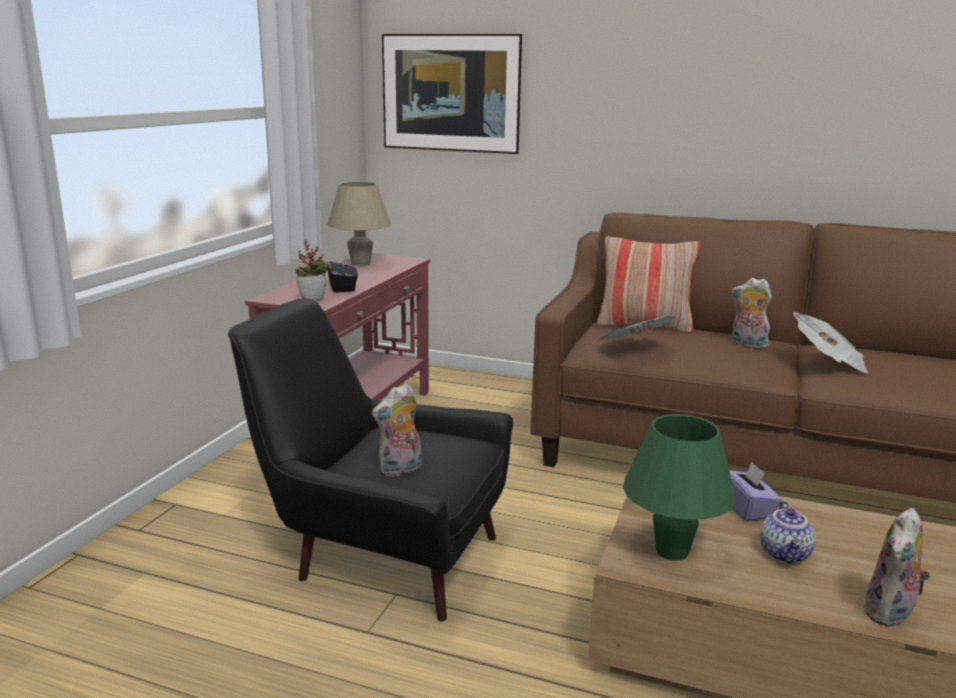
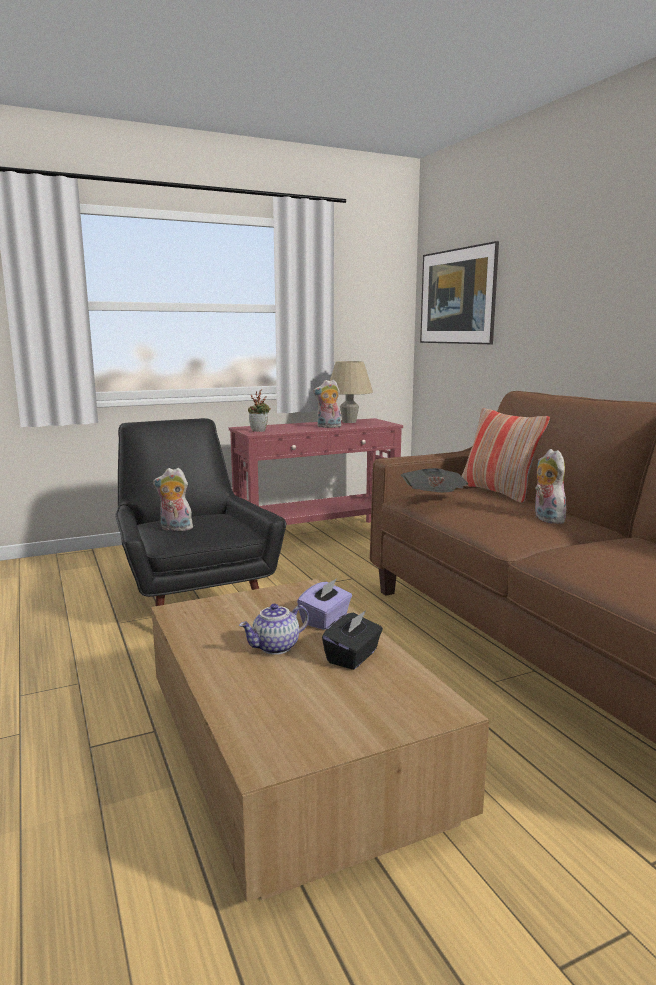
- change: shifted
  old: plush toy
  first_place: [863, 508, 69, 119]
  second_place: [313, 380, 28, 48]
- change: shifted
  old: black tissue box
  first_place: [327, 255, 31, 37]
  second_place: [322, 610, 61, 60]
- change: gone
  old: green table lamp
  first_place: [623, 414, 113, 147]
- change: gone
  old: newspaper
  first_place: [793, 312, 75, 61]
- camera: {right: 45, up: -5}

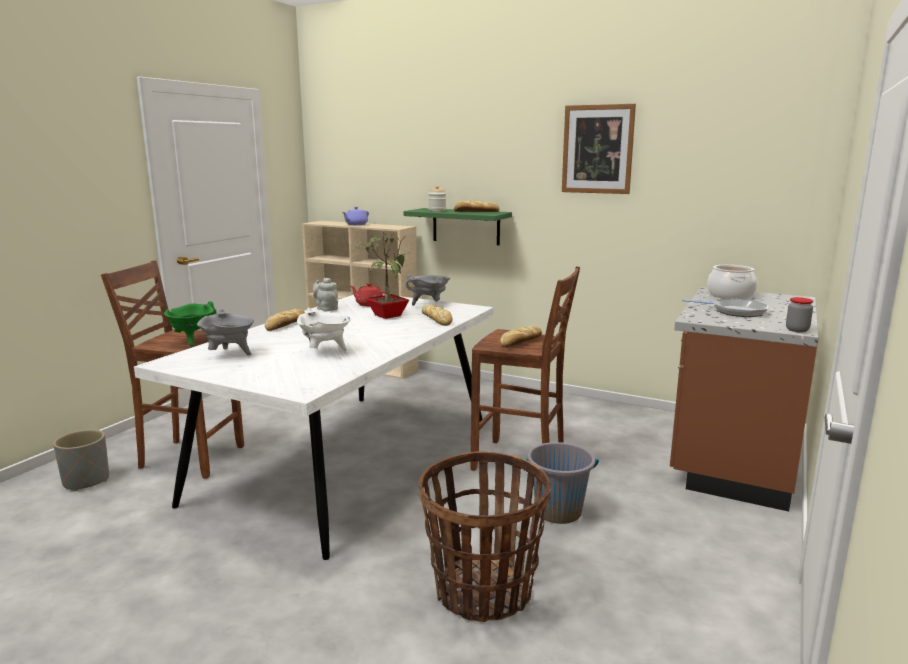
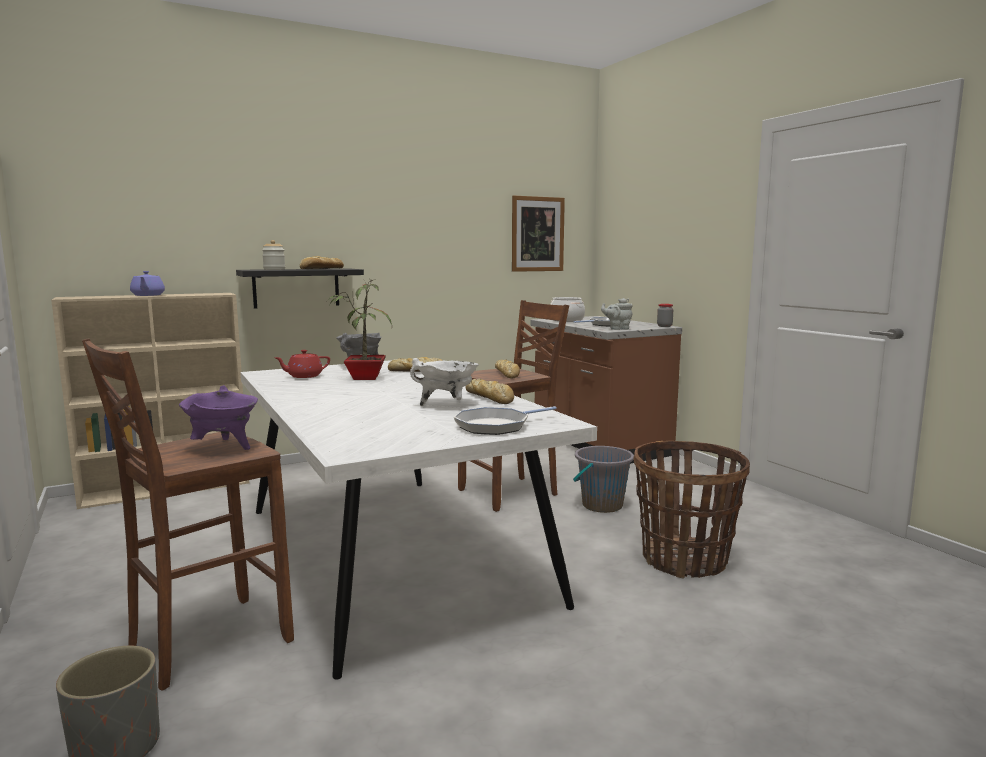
- change: repainted
  old: green cooking pot
  new: purple cooking pot
  first_place: [164, 301, 53, 45]
  second_place: [179, 385, 79, 65]
- change: repainted
  old: green shelf
  new: black shelf
  first_place: [404, 208, 108, 37]
  second_place: [236, 269, 128, 39]
- change: new
  new: frying pan
  second_place: [454, 406, 103, 29]
- change: shifted
  old: bread
  first_place: [265, 309, 40, 22]
  second_place: [466, 378, 48, 26]
- change: shifted
  old: picture
  first_place: [562, 104, 74, 90]
  second_place: [512, 195, 53, 77]
- change: shifted
  old: grey teapot
  first_place: [313, 278, 25, 33]
  second_place: [601, 298, 32, 32]
- change: gone
  old: grey cooking pot
  first_place: [197, 309, 57, 46]
- camera: {right: -55, up: -5}

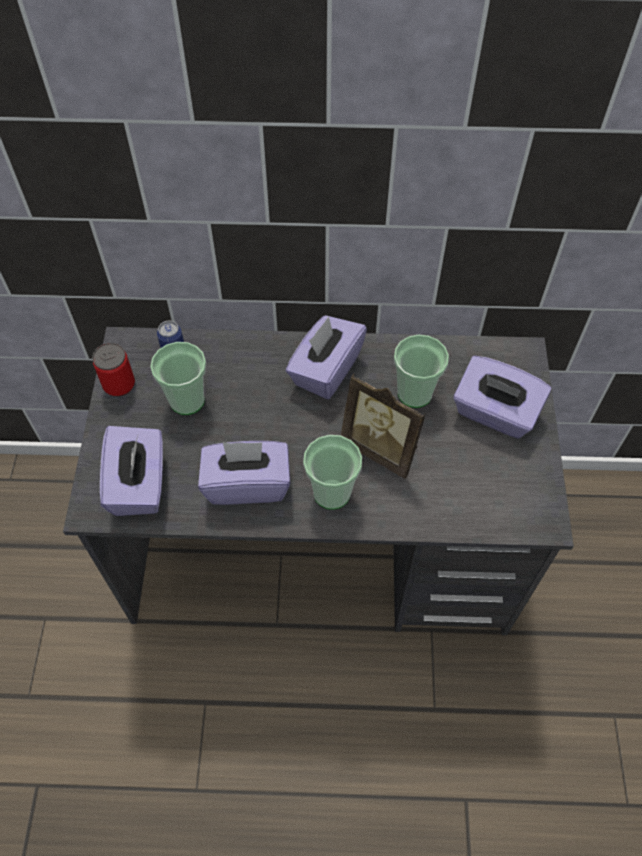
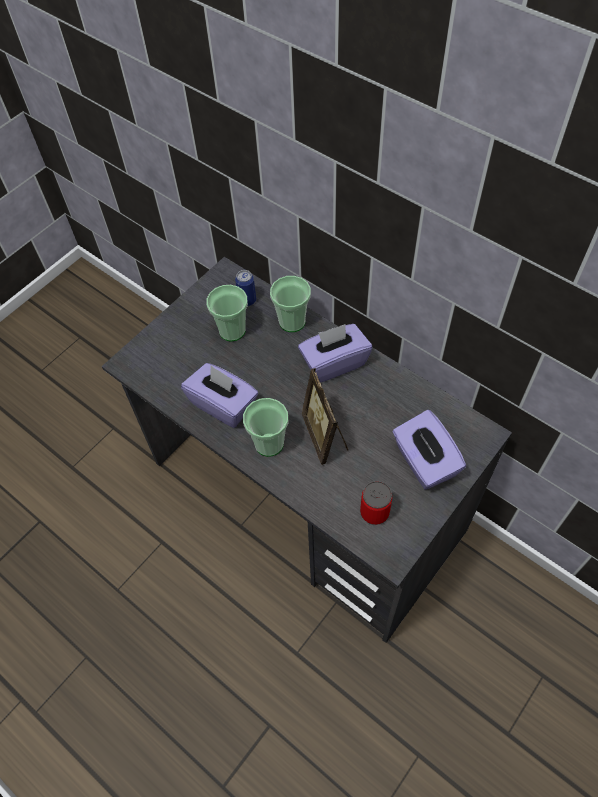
- change: shifted
  old: cup
  first_place: [394, 334, 55, 74]
  second_place: [270, 276, 41, 56]
- change: shifted
  old: can
  first_place: [92, 343, 43, 54]
  second_place: [360, 481, 32, 44]
- change: gone
  old: purple tissue box
  first_place: [100, 426, 63, 90]
- camera: {right: 40, up: 0}

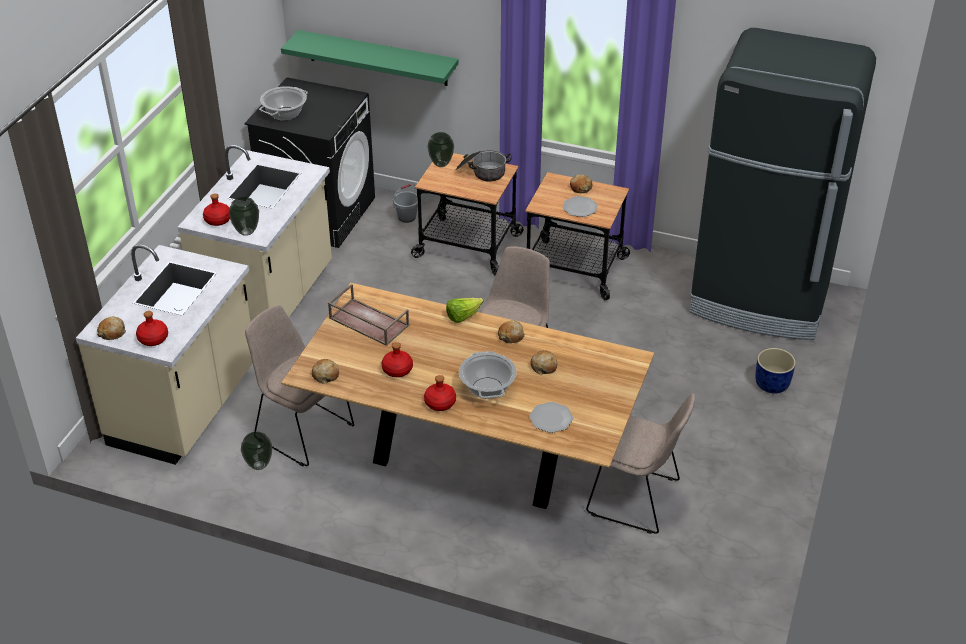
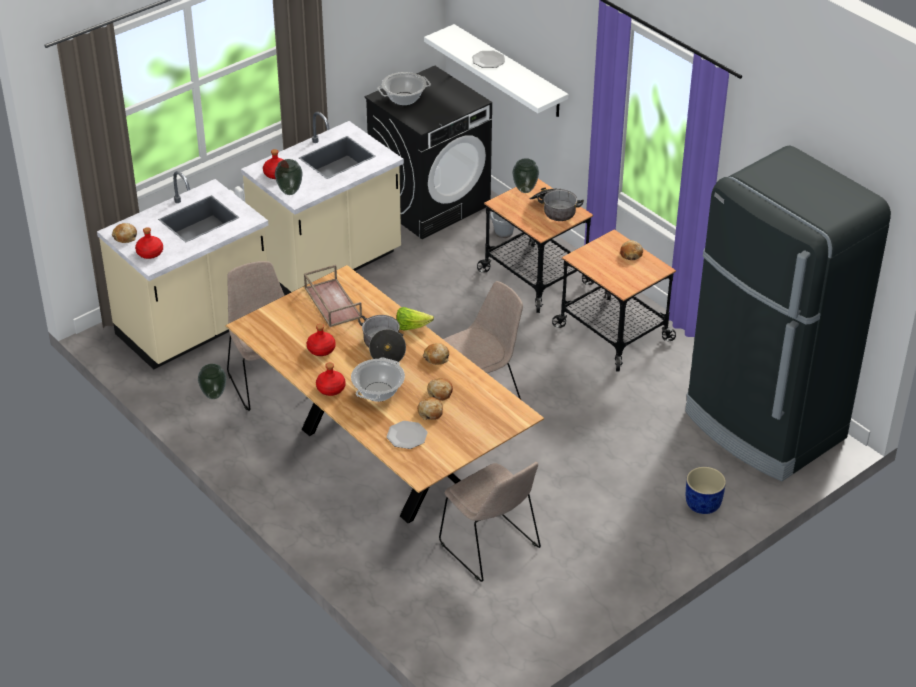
- change: new
  new: cooking pot
  second_place: [358, 315, 48, 47]
- change: shifted
  old: bread
  first_place: [312, 359, 27, 25]
  second_place: [417, 397, 26, 23]
- change: repainted
  old: green shelf
  new: white shelf
  first_place: [281, 30, 178, 56]
  second_place: [424, 24, 144, 93]
- change: shifted
  old: plate
  first_place: [563, 196, 35, 21]
  second_place: [472, 51, 33, 17]
- camera: {right: 30, up: 0}

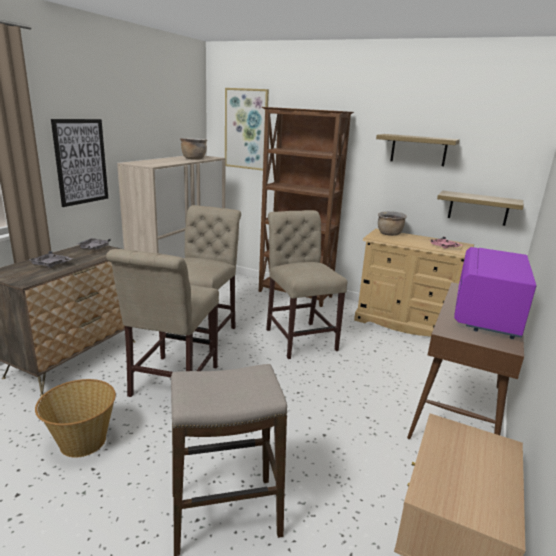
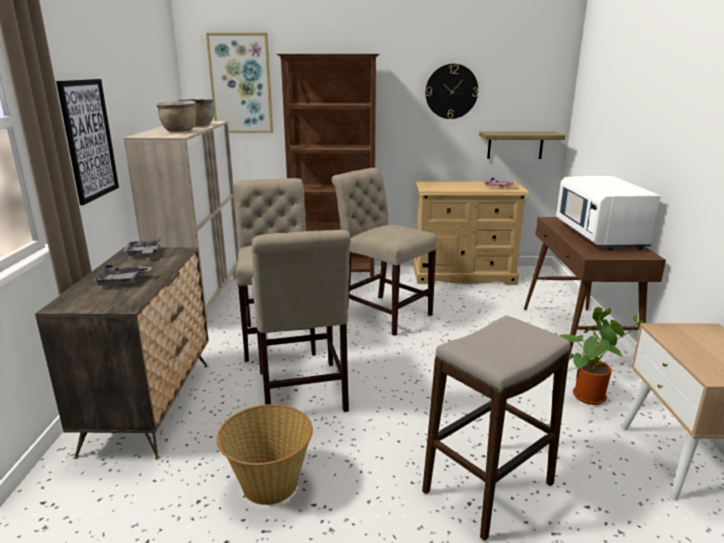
- change: shifted
  old: brown cooking pot
  first_place: [378, 211, 29, 25]
  second_place: [156, 101, 40, 31]
- change: swapped
  old: shelf
  new: wall clock
  first_place: [376, 134, 84, 32]
  second_place: [425, 64, 53, 55]
- change: repainted
  old: purple microwave
  new: white microwave
  first_place: [454, 247, 82, 92]
  second_place: [556, 176, 105, 74]
- change: new
  new: potted plant
  second_place: [559, 307, 85, 98]
- camera: {right: -25, up: 0}

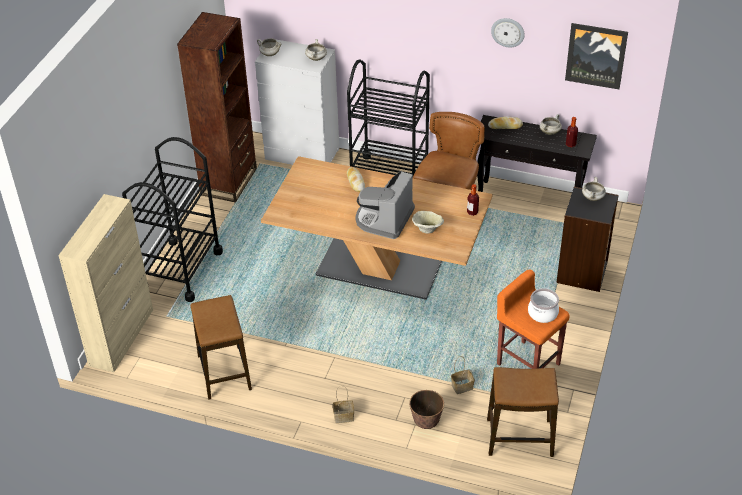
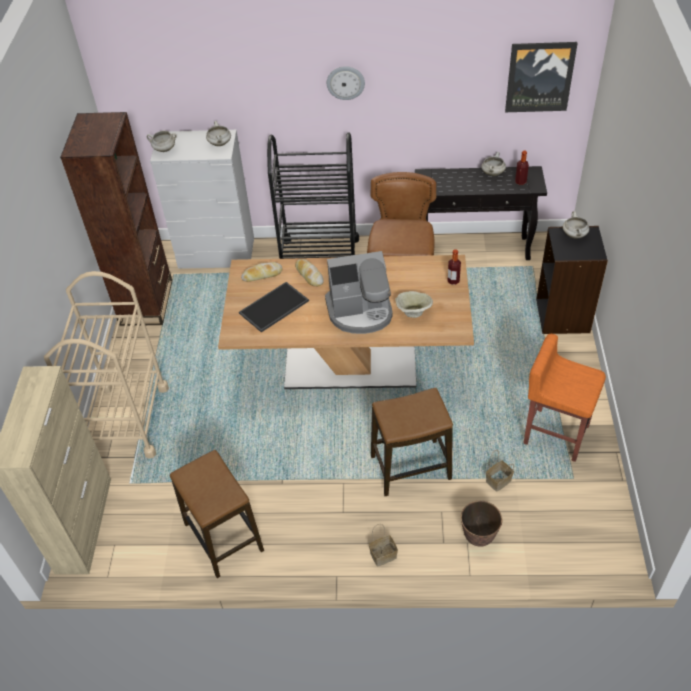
- change: repainted
  old: black cart
  new: beige cart
  first_place: [122, 137, 101, 165]
  second_place: [44, 271, 125, 188]
- change: new
  new: tray
  second_place: [239, 282, 70, 51]
- change: shifted
  old: bread
  first_place: [488, 116, 35, 13]
  second_place: [241, 262, 42, 20]
- change: rotated
  old: coffee machine
  first_place: [355, 171, 60, 68]
  second_place: [325, 251, 68, 83]
  degrees: -105
- change: shifted
  old: wall clock
  first_place: [491, 18, 34, 29]
  second_place: [327, 66, 38, 34]
- change: shifted
  old: stool
  first_place: [487, 367, 72, 90]
  second_place: [371, 388, 82, 108]
- change: gone
  old: cooking pot
  first_place: [528, 288, 31, 35]
- camera: {right: -15, up: 5}

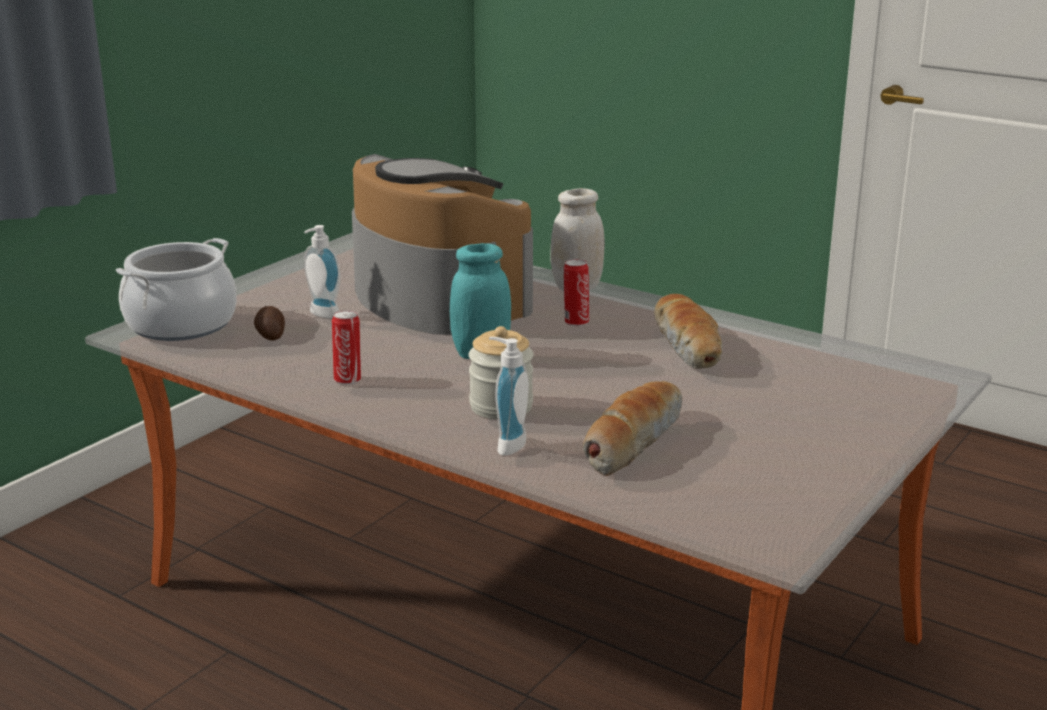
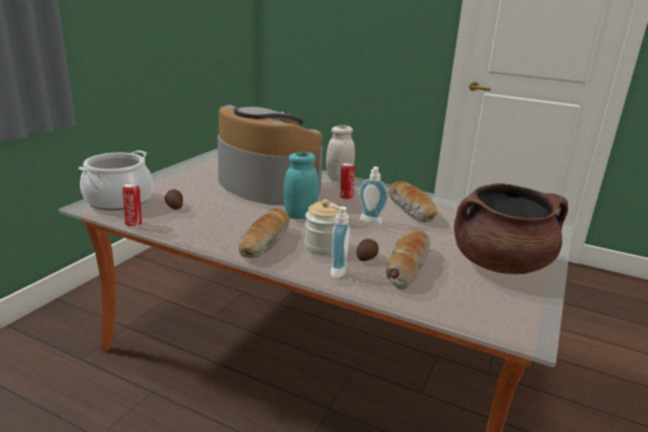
- change: shifted
  old: can
  first_place: [332, 311, 29, 74]
  second_place: [122, 183, 20, 44]
- change: new
  new: bread
  second_place: [238, 208, 52, 50]
- change: new
  new: potato
  second_place: [356, 239, 23, 22]
- change: shifted
  old: soap dispenser
  first_place: [304, 225, 37, 94]
  second_place: [359, 167, 29, 58]
- change: new
  new: brown cooking pot
  second_place: [454, 183, 114, 91]
- camera: {right: -10, up: 0}

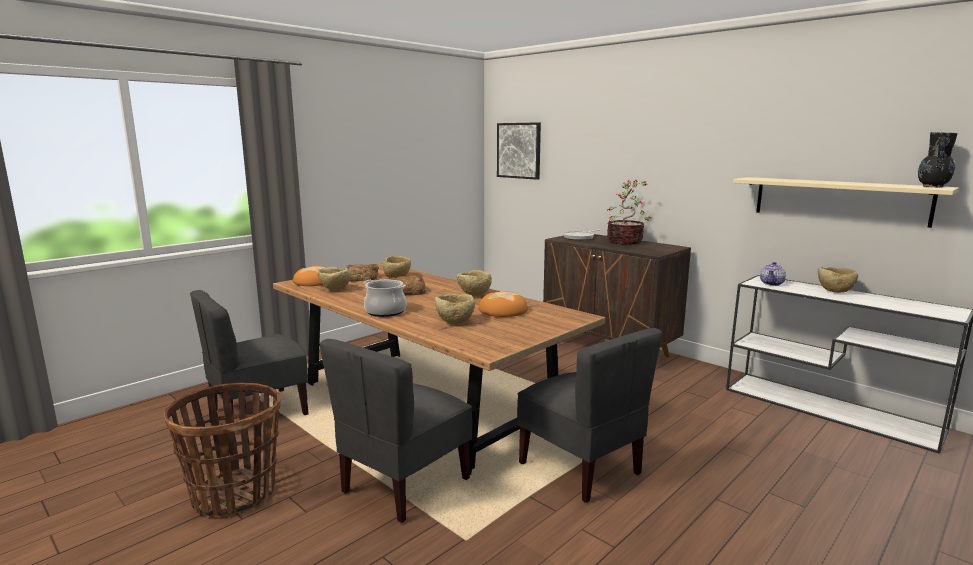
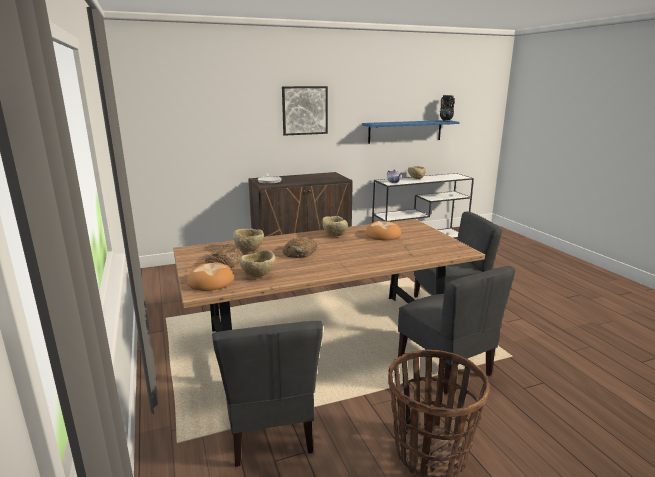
- change: shifted
  old: picture
  first_place: [497, 122, 44, 58]
  second_place: [282, 86, 46, 50]
- change: repainted
  old: beige shelf
  new: blue shelf
  first_place: [733, 177, 226, 51]
  second_place: [362, 120, 97, 24]
- change: gone
  old: cooking pot
  first_place: [363, 280, 43, 37]
- change: gone
  old: beige bowl
  first_place: [435, 294, 40, 30]
- change: gone
  old: potted plant
  first_place: [607, 179, 44, 66]
- camera: {right: -65, up: 5}

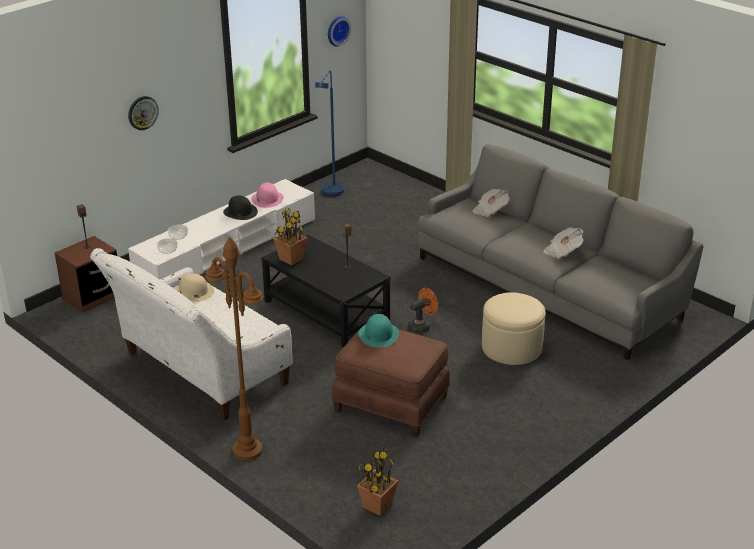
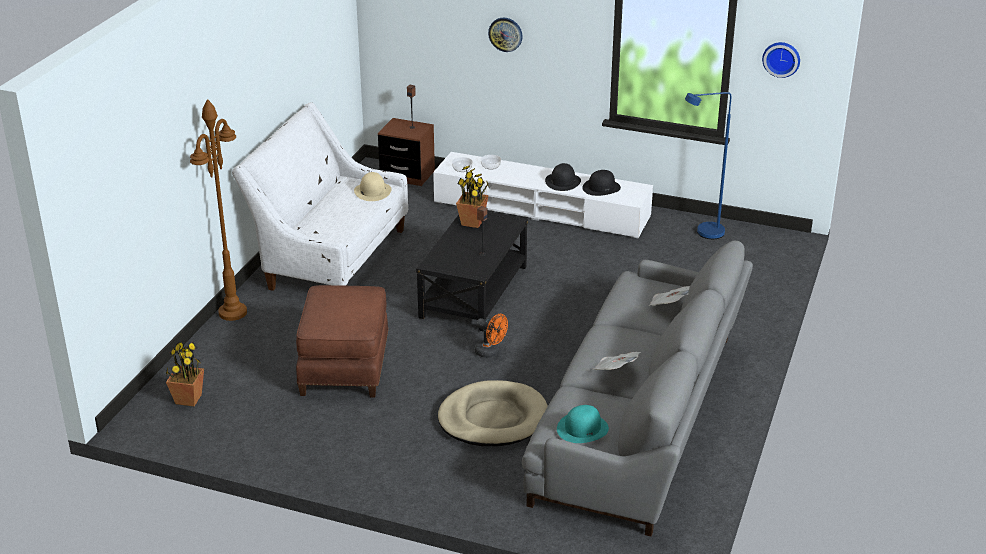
- change: swapped
  old: beige ottoman
  new: beige dog bed
  first_place: [482, 292, 63, 73]
  second_place: [438, 380, 110, 66]
- change: shifted
  old: turquoise hat
  first_place: [358, 314, 41, 34]
  second_place: [557, 405, 52, 38]
- change: repainted
  old: pink hat
  new: black hat
  first_place: [251, 183, 33, 25]
  second_place: [582, 170, 39, 26]
- camera: {right: 65, up: 0}

